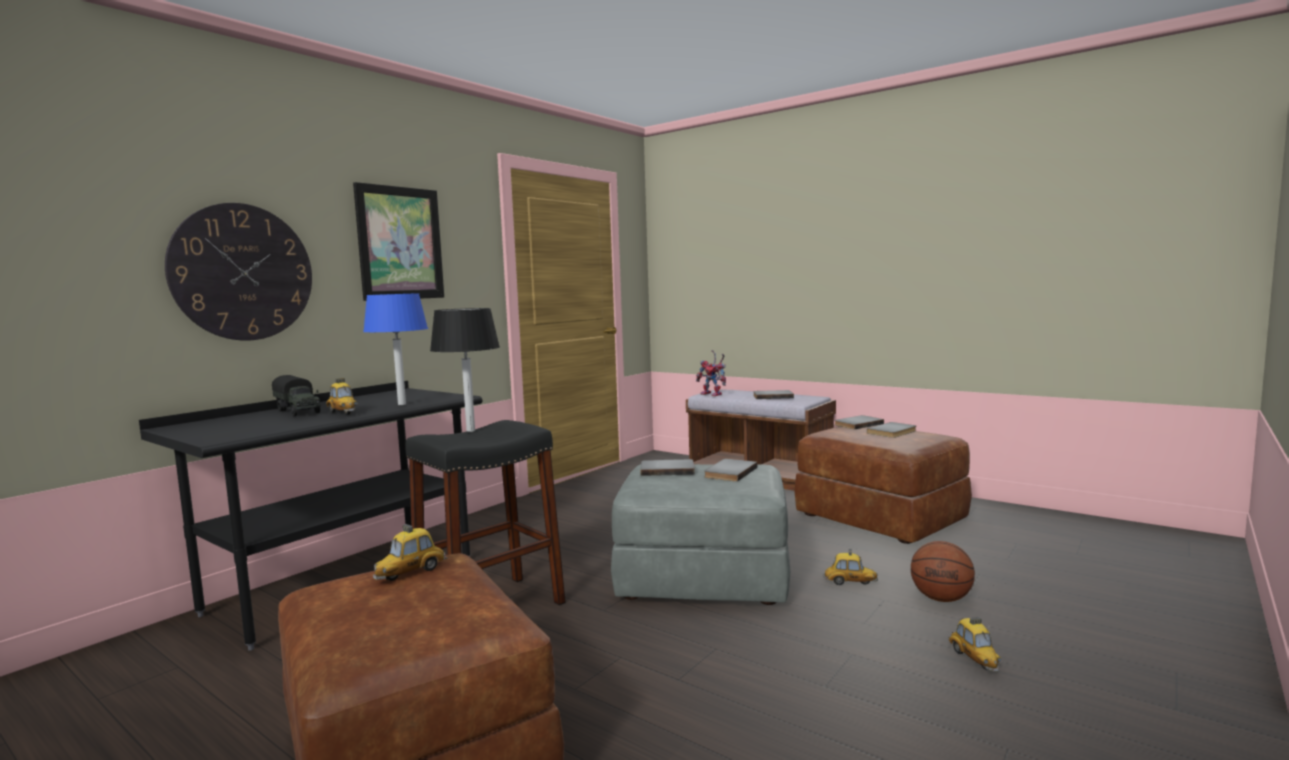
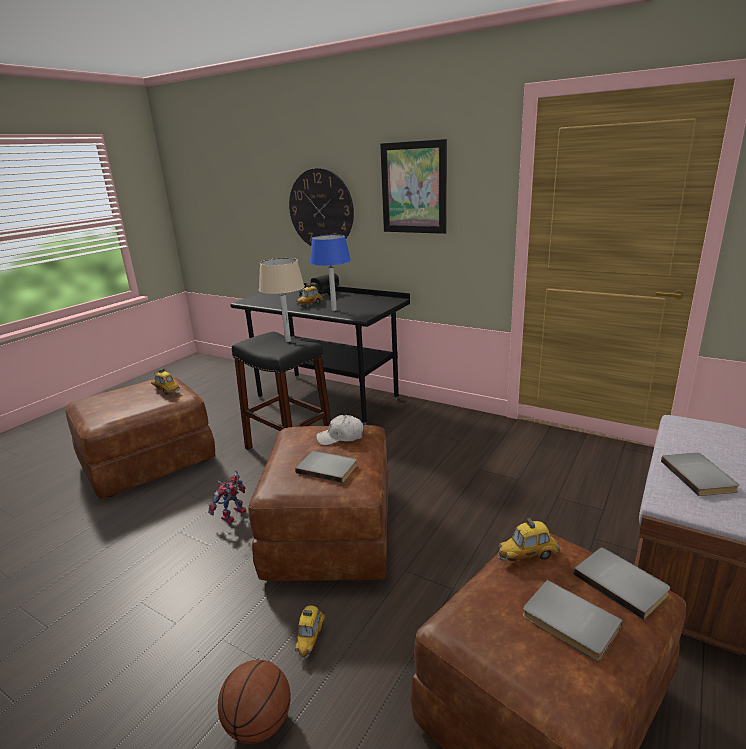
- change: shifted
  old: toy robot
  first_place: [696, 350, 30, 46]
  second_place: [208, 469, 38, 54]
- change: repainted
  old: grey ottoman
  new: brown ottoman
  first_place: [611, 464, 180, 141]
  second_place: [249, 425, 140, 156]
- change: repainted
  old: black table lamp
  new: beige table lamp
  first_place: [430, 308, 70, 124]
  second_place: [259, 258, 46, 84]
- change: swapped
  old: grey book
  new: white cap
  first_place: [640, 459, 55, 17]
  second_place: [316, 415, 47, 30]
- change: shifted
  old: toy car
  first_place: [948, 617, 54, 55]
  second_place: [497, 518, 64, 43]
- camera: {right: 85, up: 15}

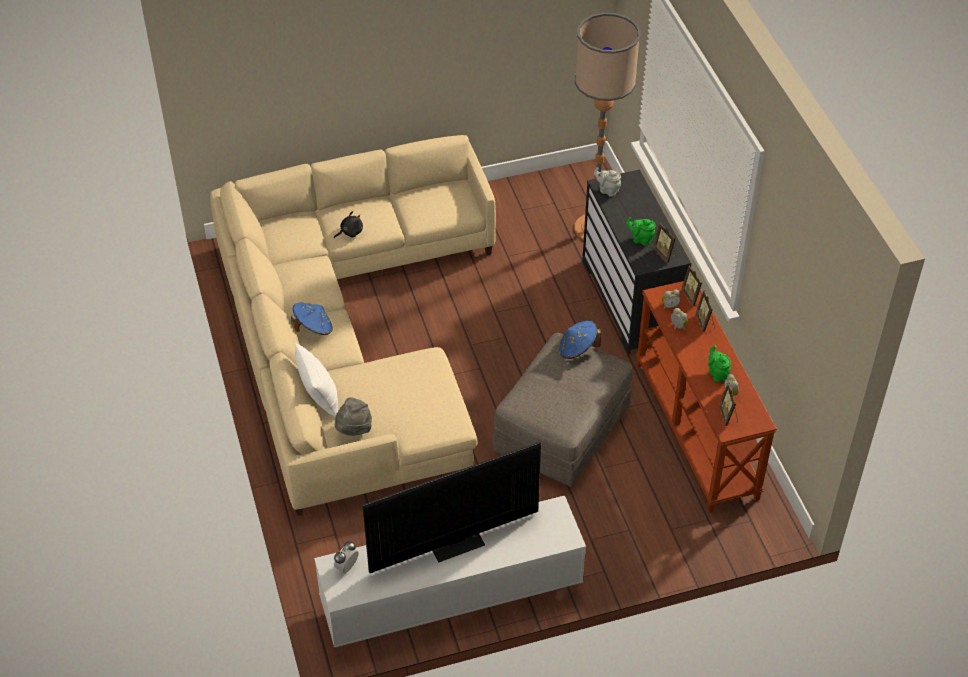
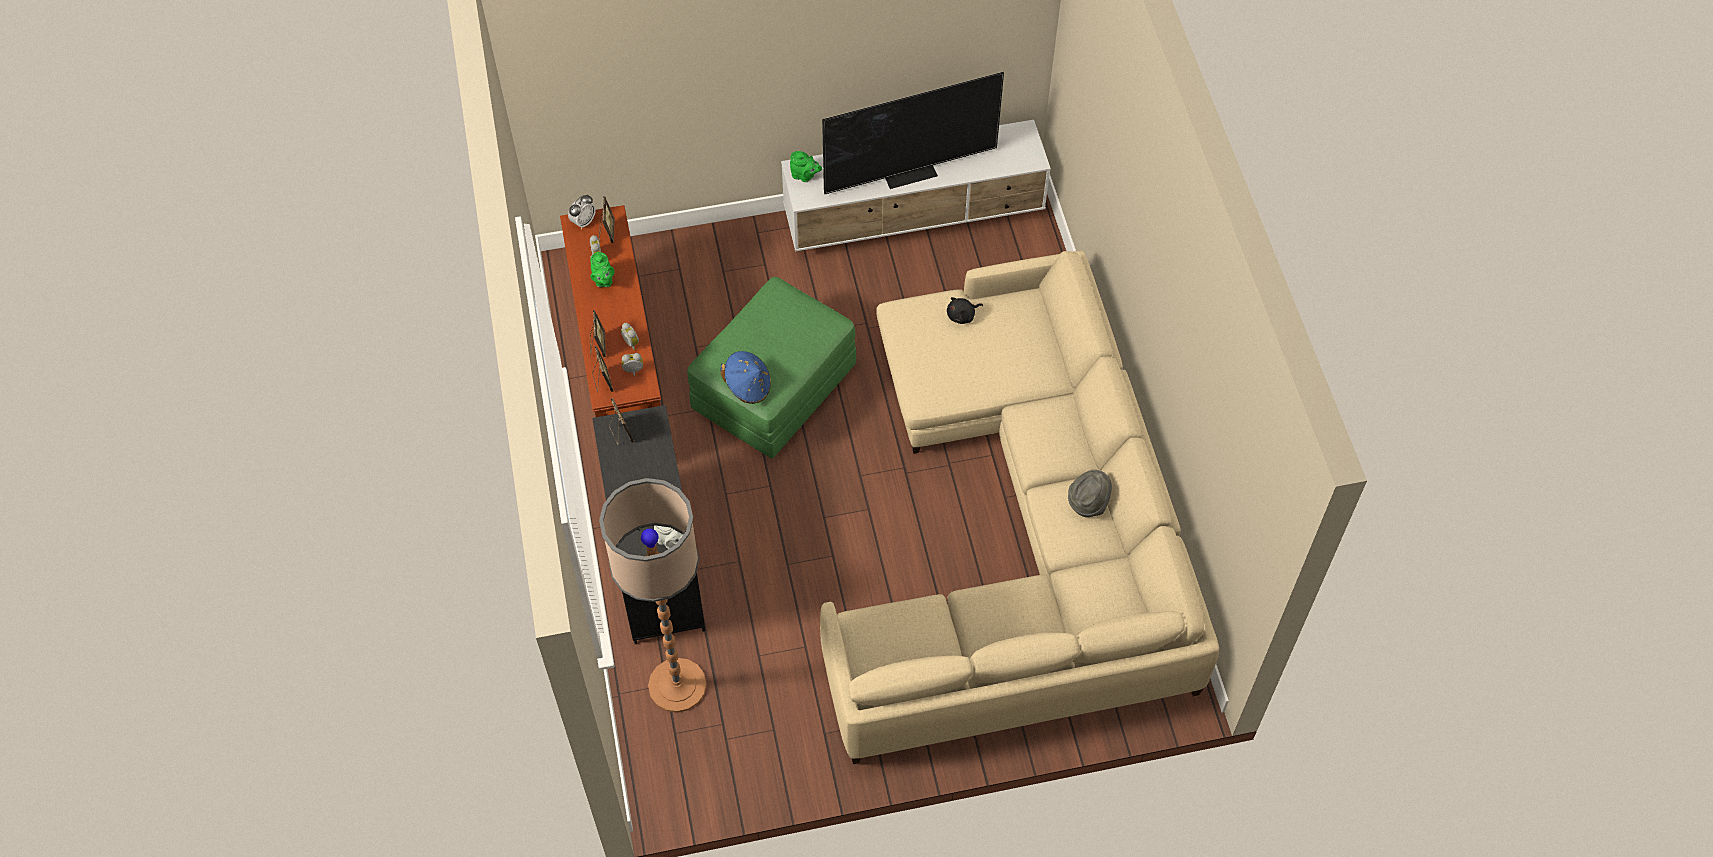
- change: shifted
  old: alarm clock
  first_place: [333, 541, 26, 32]
  second_place: [568, 195, 28, 34]
- change: repainted
  old: grey ottoman
  new: green ottoman
  first_place: [493, 333, 140, 154]
  second_place: [687, 277, 169, 182]
- change: shifted
  old: green teapot
  first_place: [626, 217, 30, 29]
  second_place: [790, 151, 32, 31]
- change: shifted
  old: black plush toy
  first_place: [334, 211, 29, 27]
  second_place: [947, 297, 36, 27]
- change: shifted
  old: grey hat
  first_place: [335, 397, 37, 39]
  second_place: [1068, 470, 44, 47]
- change: gone
  old: blue hat
  first_place: [291, 303, 42, 32]
- change: gone
  old: white pillow
  first_place: [295, 343, 43, 75]
- camera: {right: -175, up: 10}

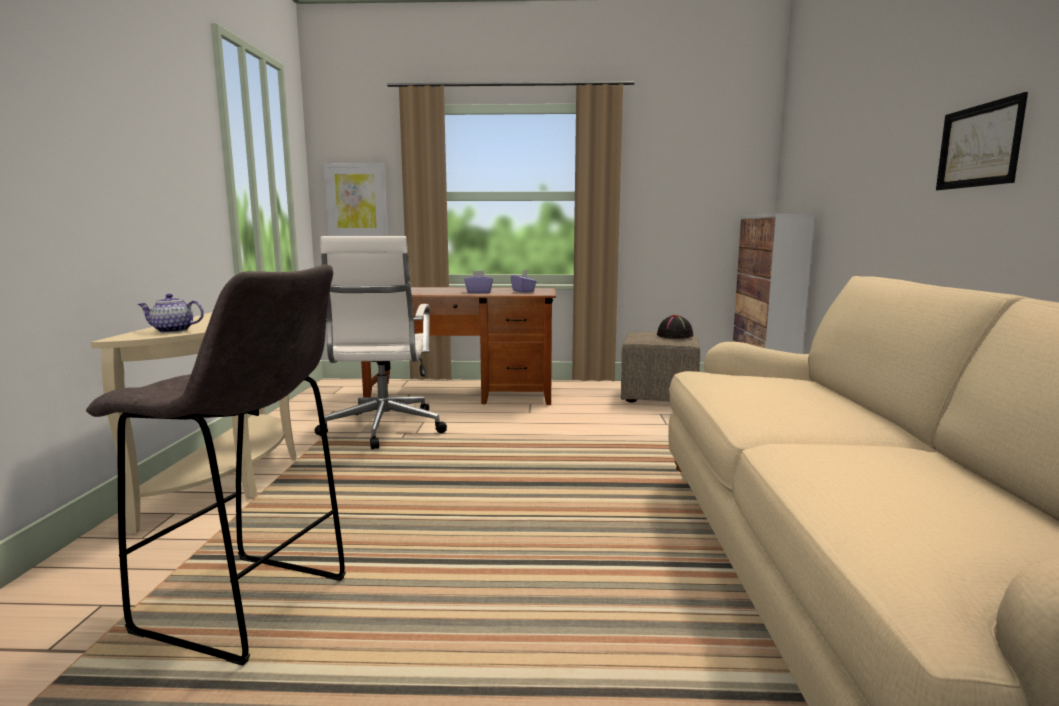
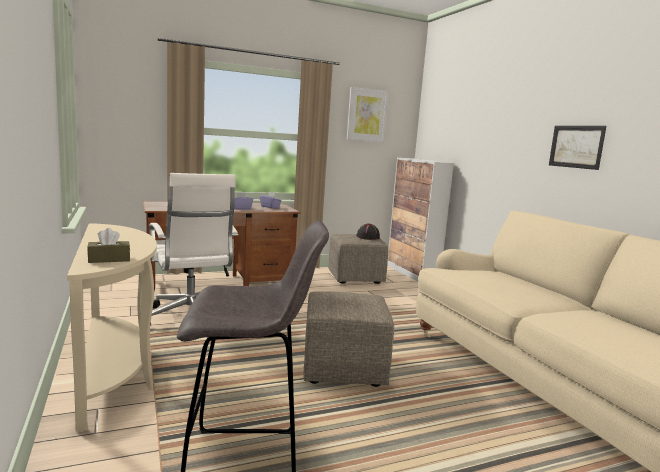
- change: swapped
  old: teapot
  new: brown tissue box
  first_place: [138, 294, 66, 39]
  second_place: [87, 228, 43, 35]
- change: new
  new: beige ottoman
  second_place: [303, 291, 91, 96]
- change: shifted
  old: picture
  first_place: [324, 163, 64, 73]
  second_place: [347, 87, 41, 55]
- camera: {right: -25, up: 0}

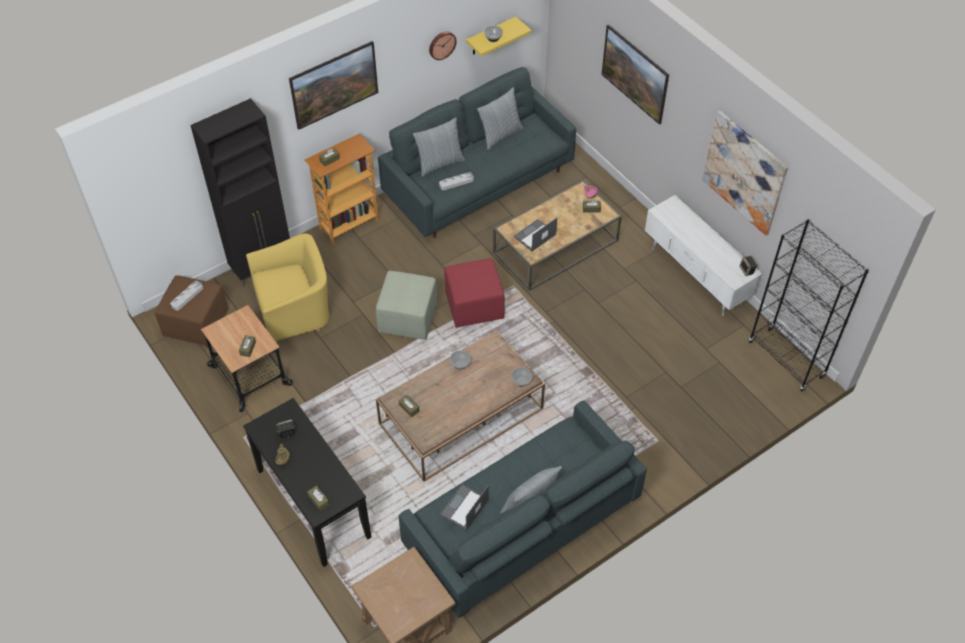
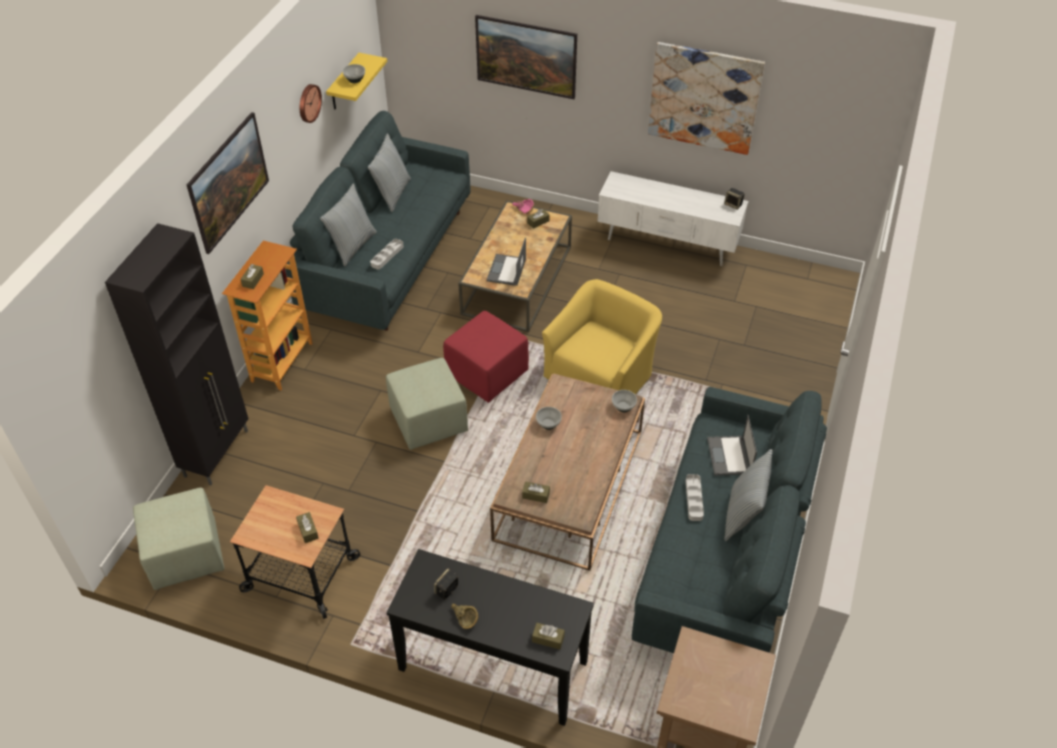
- change: repainted
  old: brown ottoman
  new: green ottoman
  first_place: [155, 275, 73, 71]
  second_place: [133, 488, 91, 102]
- change: shifted
  old: yellow armchair
  first_place: [246, 233, 83, 110]
  second_place: [542, 279, 120, 116]
- change: shifted
  old: grey tray
  first_place: [170, 281, 33, 30]
  second_place: [685, 474, 19, 47]
- change: shifted
  old: laptop
  first_place: [440, 484, 49, 47]
  second_place: [707, 415, 50, 61]
- change: gone
  old: black bookcase
  first_place: [749, 219, 120, 173]
- camera: {right: -35, up: -5}

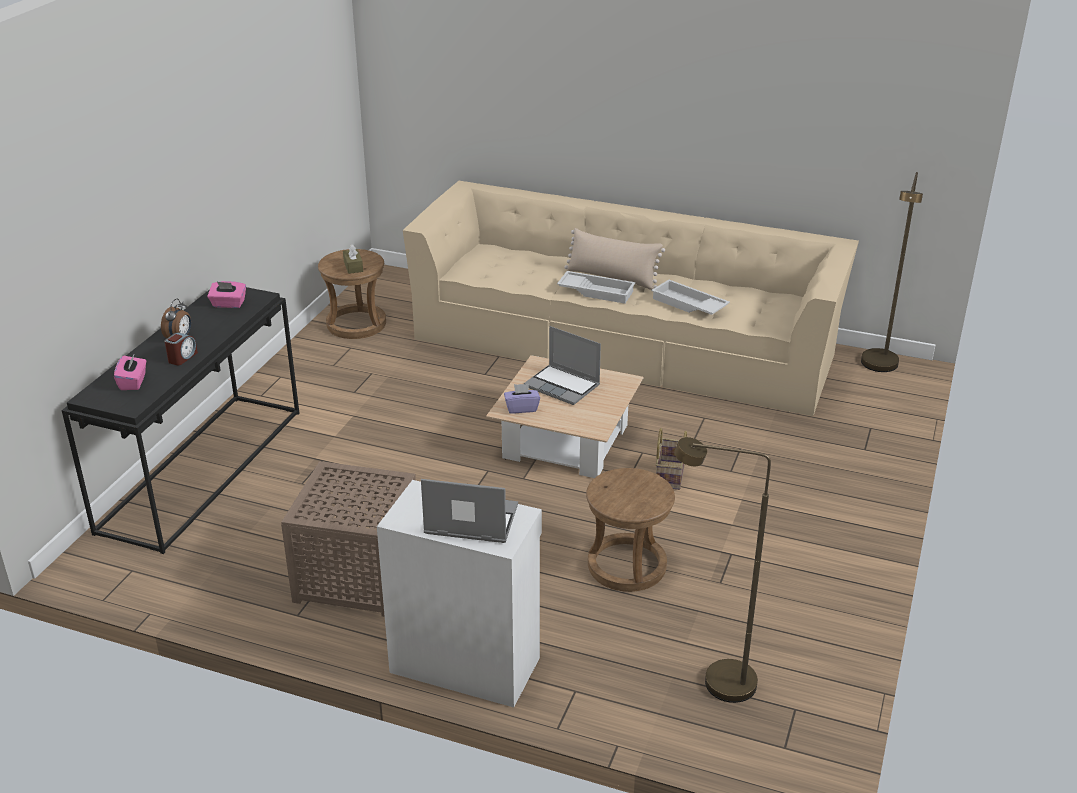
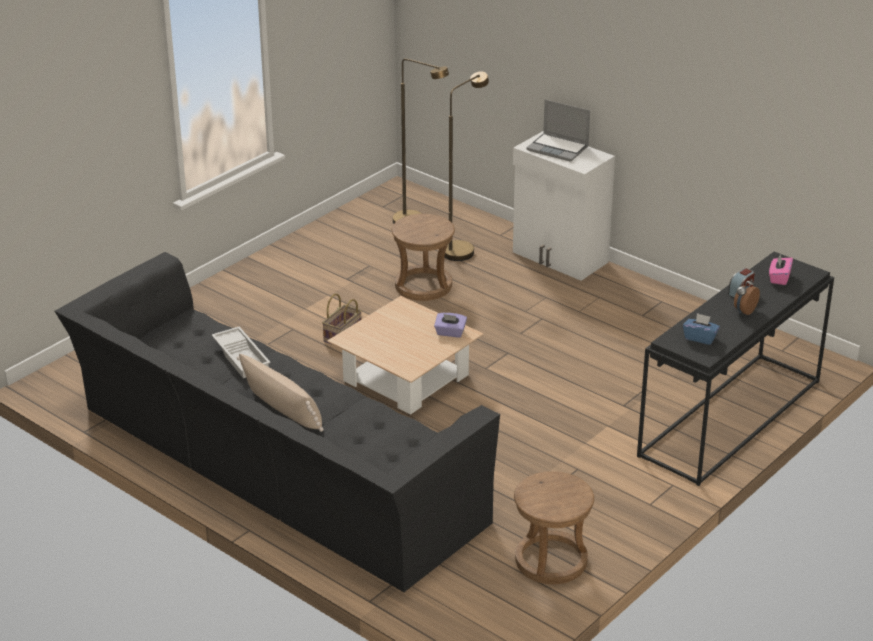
- change: repainted
  old: beige sofa
  new: black sofa
  first_place: [403, 181, 456, 235]
  second_place: [55, 252, 445, 340]
- change: shifted
  old: brown floor lamp
  first_place: [861, 172, 62, 200]
  second_place: [445, 72, 44, 189]
- change: repainted
  old: pink tissue box
  new: blue tissue box
  first_place: [207, 281, 39, 27]
  second_place: [683, 313, 37, 32]
- change: gone
  old: brown side table
  first_place: [281, 461, 135, 156]
- change: gone
  old: brown tissue box
  first_place: [343, 244, 20, 30]
- change: gone
  old: laptop
  first_place: [524, 326, 77, 79]
- change: gone
  old: white tray
  first_place: [557, 271, 78, 33]
- camera: {right: -160, up: 0}

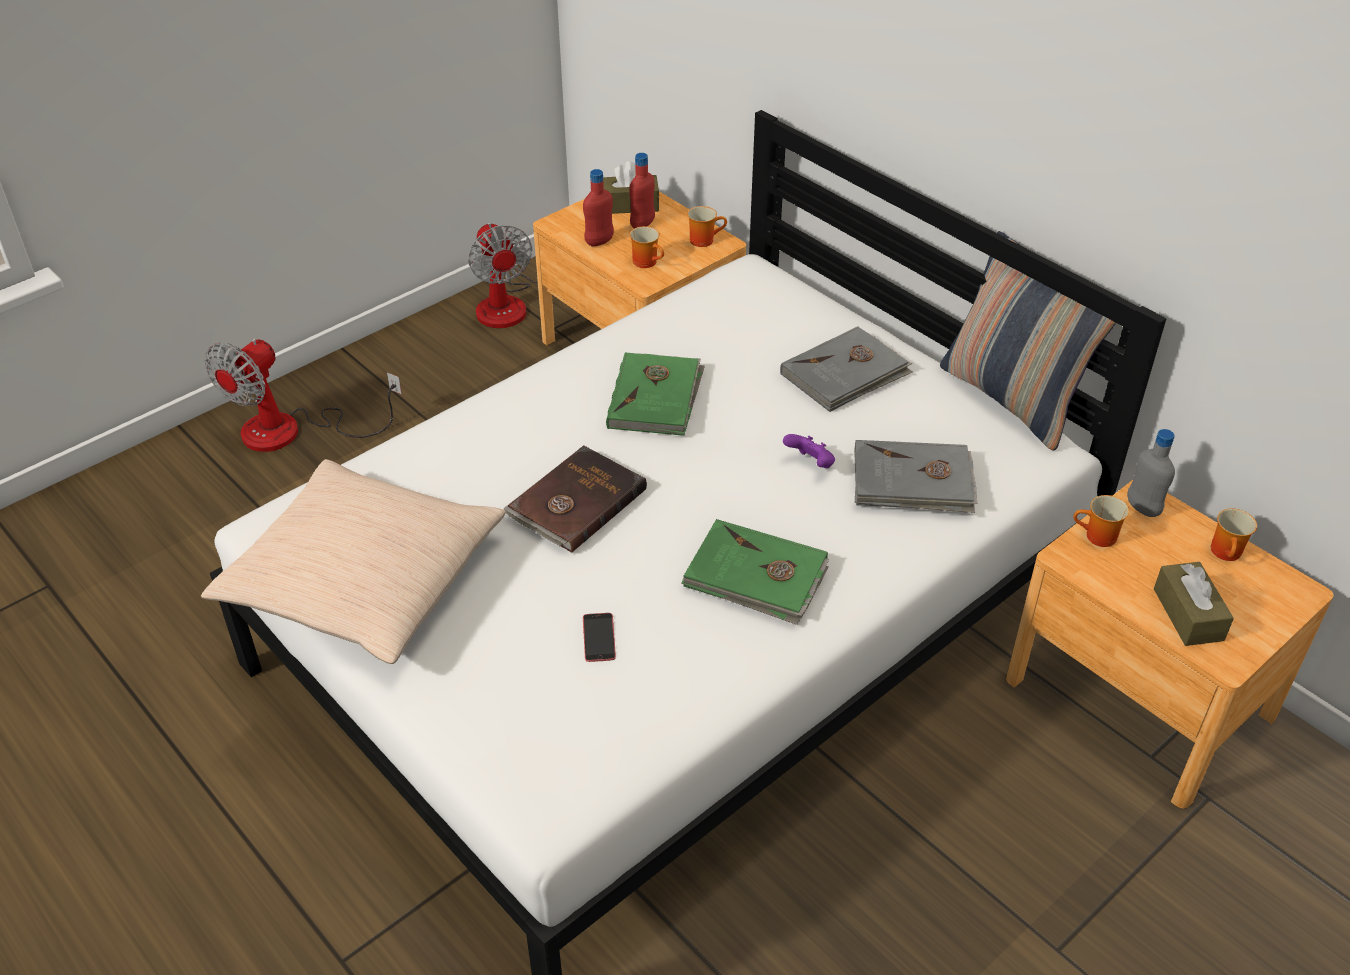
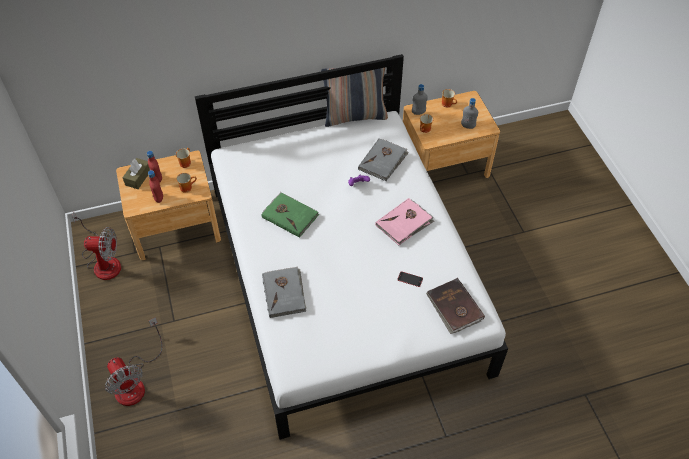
- change: shifted
  old: grey book
  first_place: [780, 326, 133, 86]
  second_place: [262, 266, 44, 52]
- change: repainted
  old: green book
  new: pink book
  first_place: [681, 519, 148, 106]
  second_place: [375, 198, 59, 47]
- change: shifted
  old: brown book
  first_place: [503, 445, 144, 108]
  second_place: [426, 278, 59, 56]
- change: swapped
  old: brown tissue box
  new: grey bottle
  first_place: [1154, 562, 80, 84]
  second_place: [461, 98, 17, 31]
- change: gone
  old: beige pillow
  first_place: [201, 459, 305, 205]
- camera: {right: -65, up: 10}

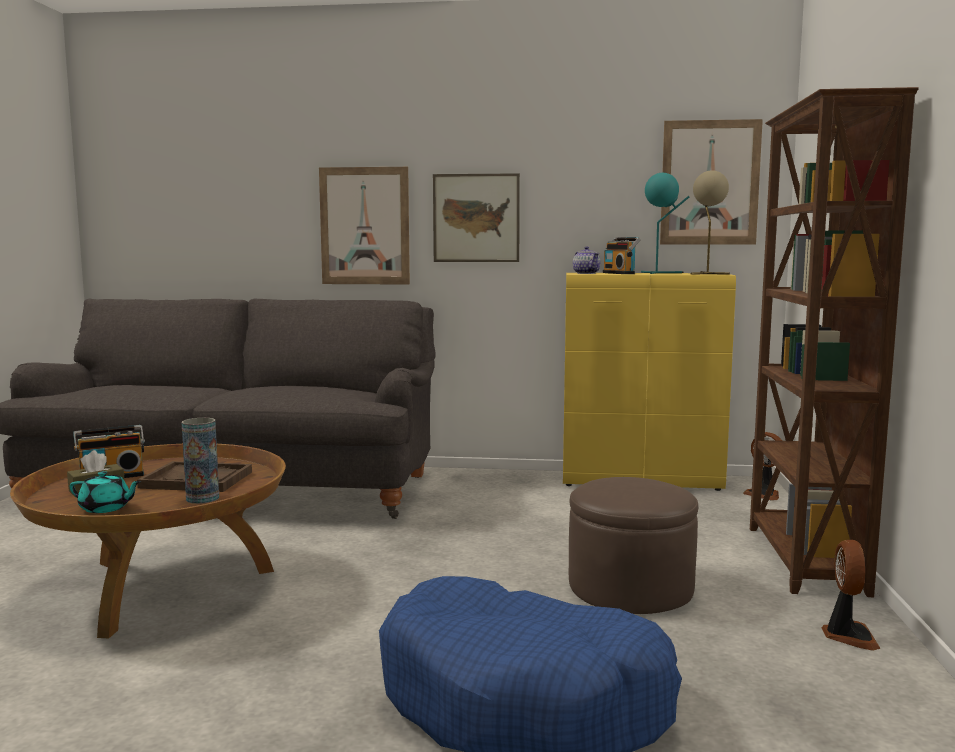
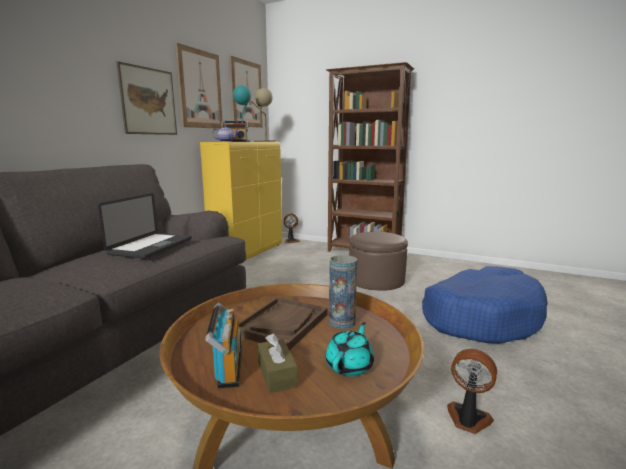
- change: new
  new: laptop
  second_place: [98, 193, 94, 66]
- change: shifted
  old: picture
  first_place: [319, 167, 91, 118]
  second_place: [176, 43, 46, 86]
- change: shifted
  old: fan
  first_place: [822, 540, 58, 110]
  second_place: [447, 349, 50, 85]
- camera: {right: -70, up: 5}

